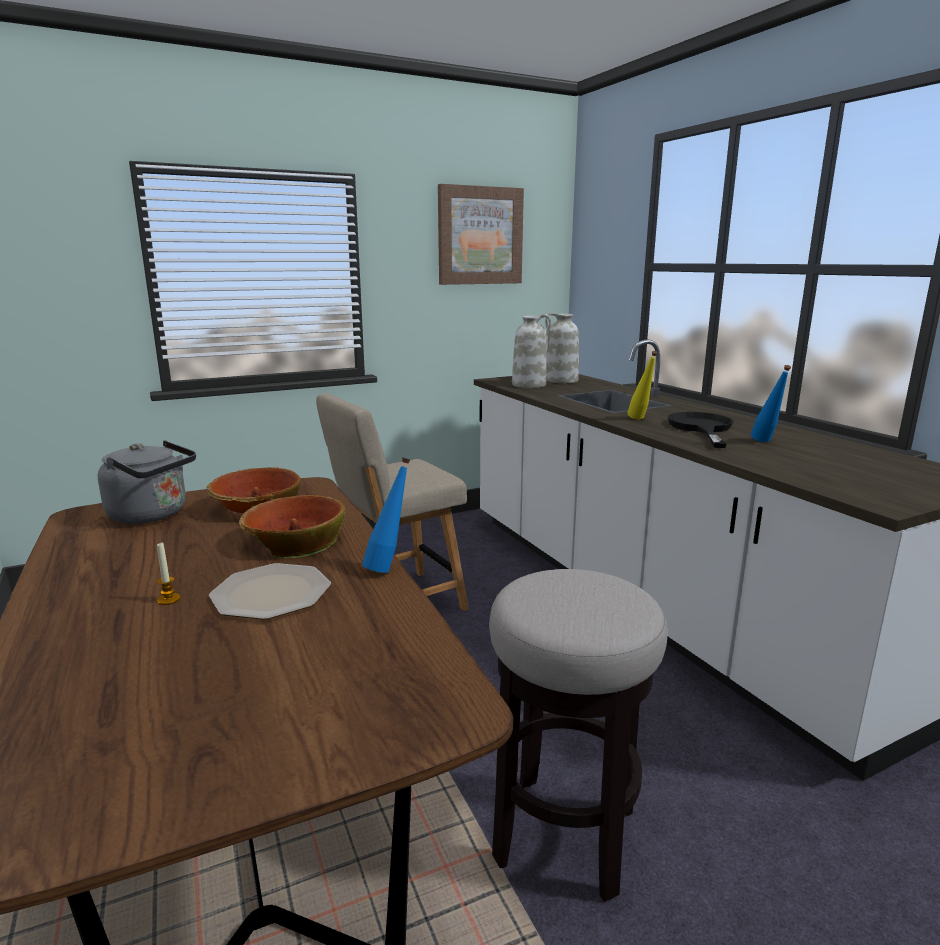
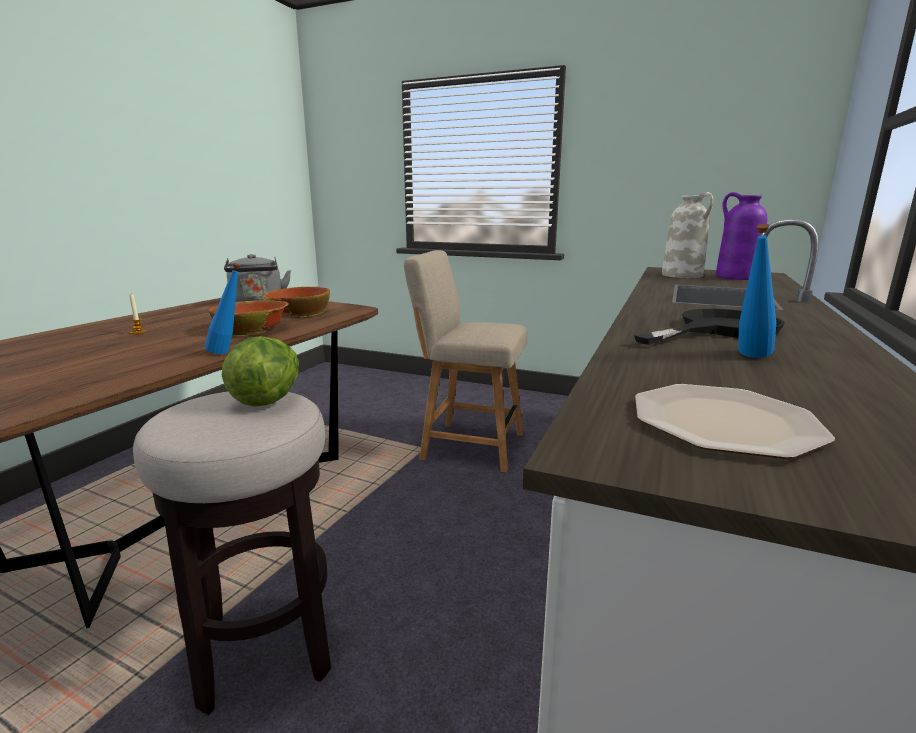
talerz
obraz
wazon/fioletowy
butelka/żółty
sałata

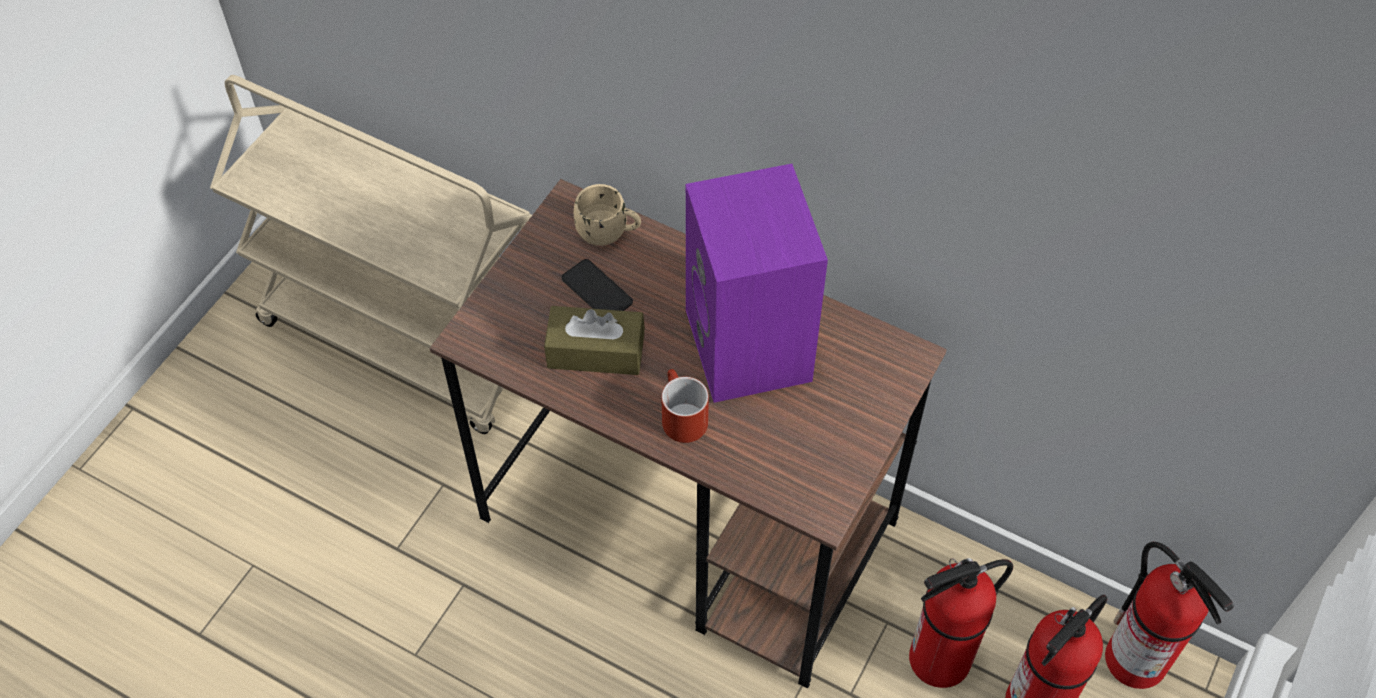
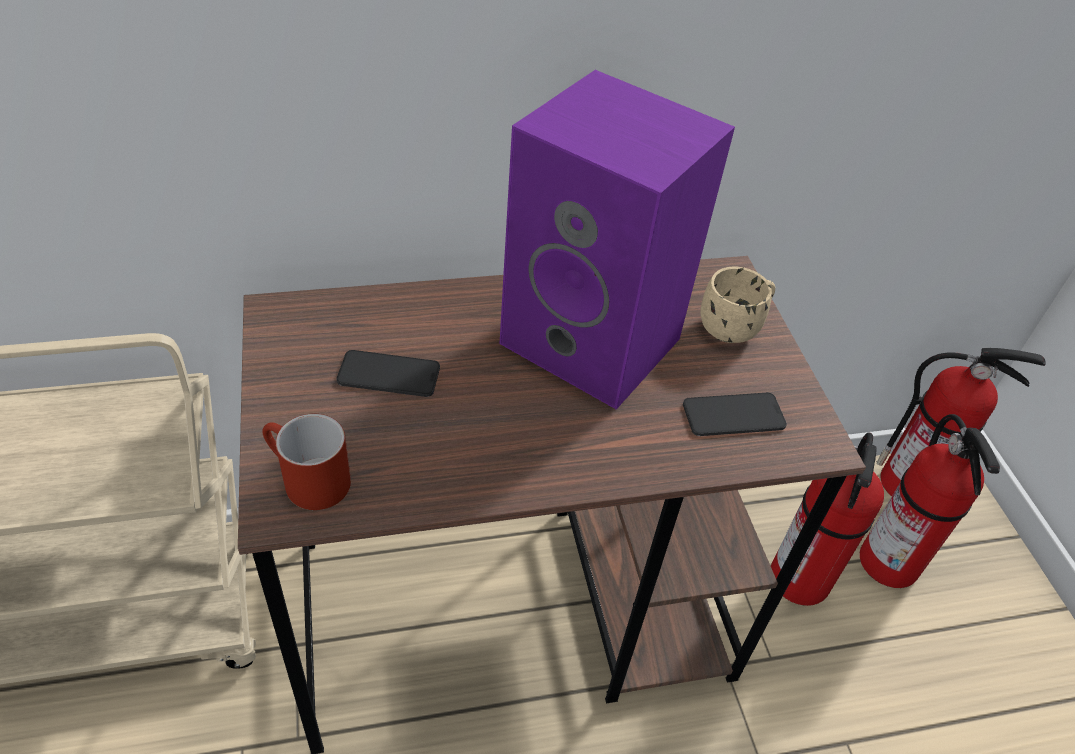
pudełko chusteczek/brązowy
kubek/beżowy
kubek/czerwony
telefon (no. 2 from left)

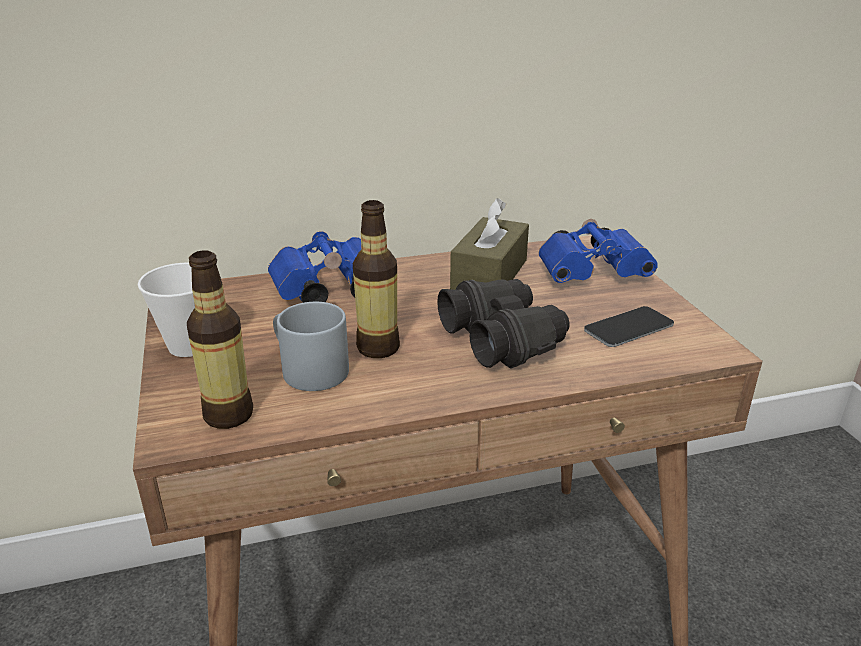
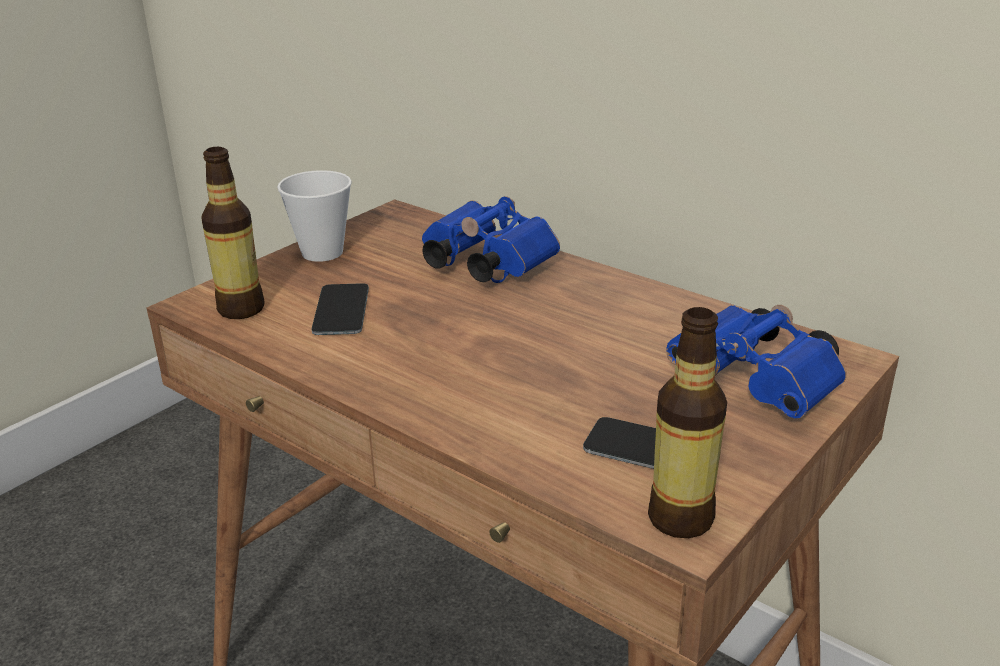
telefon (no. 1 from left)
butelka (no. 2 from left)
lornetka/czarny
pudełko chusteczek/brązowy

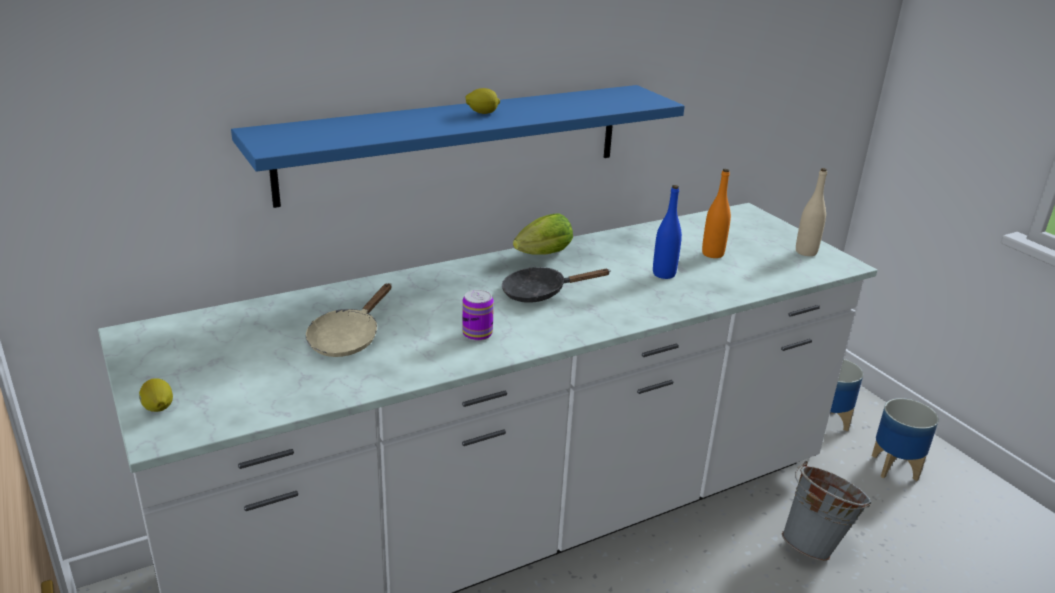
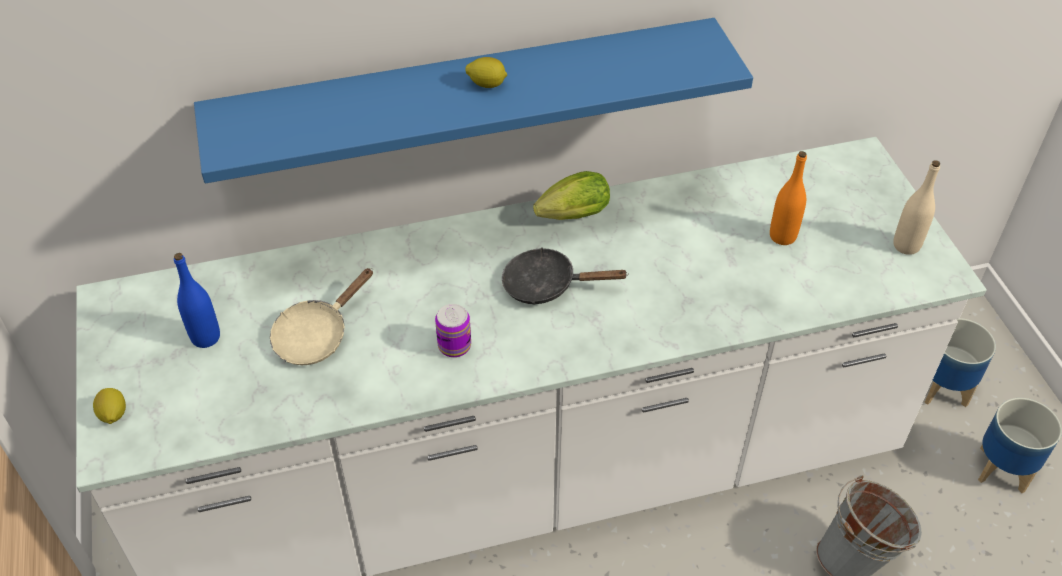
butelka/niebieski

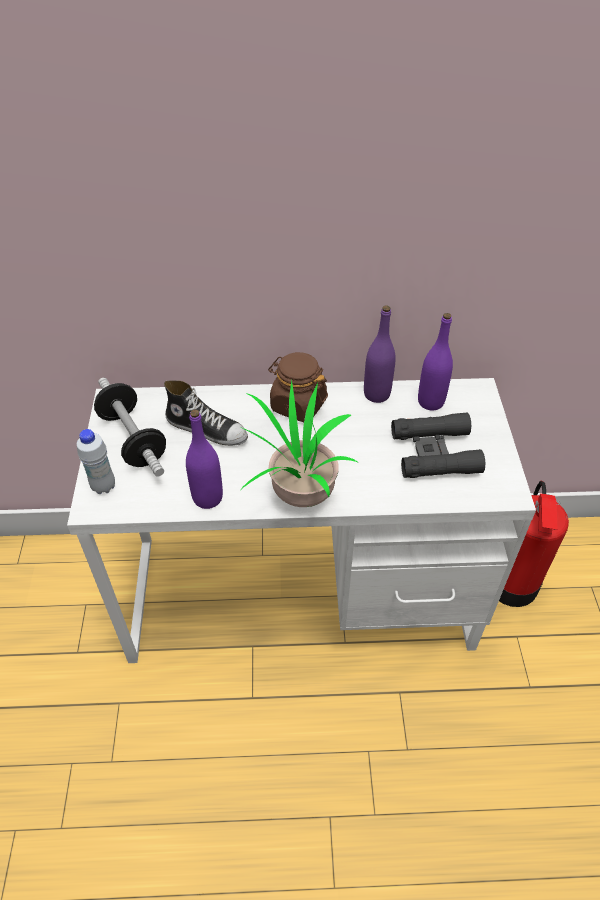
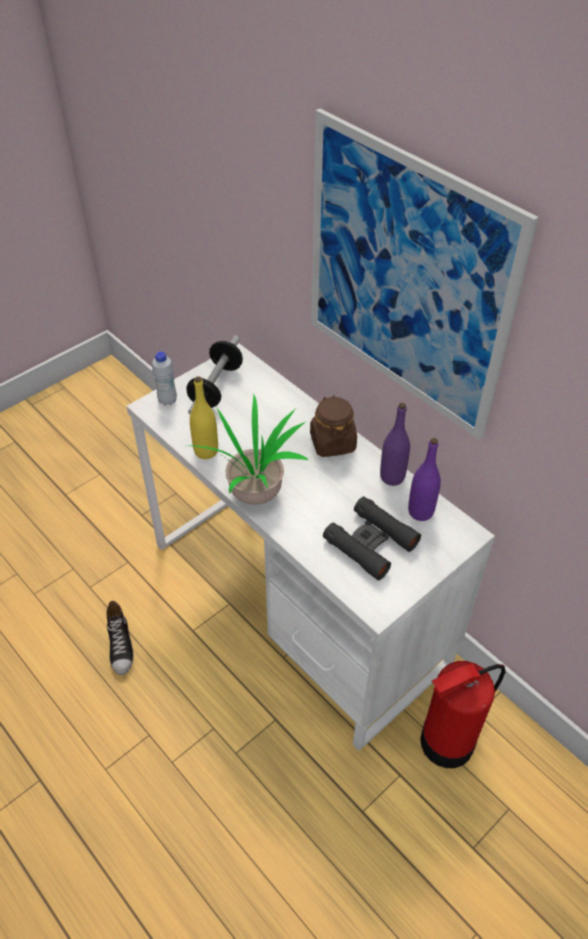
but
butelka/żółty
obraz

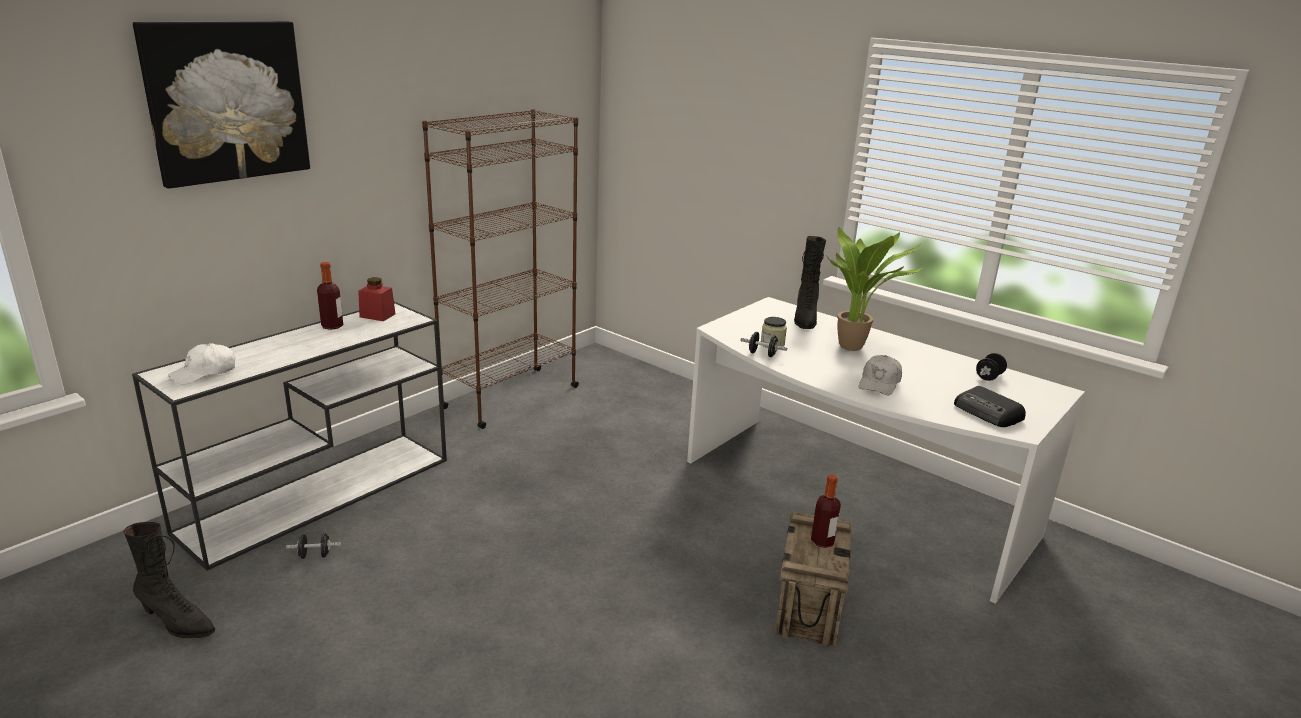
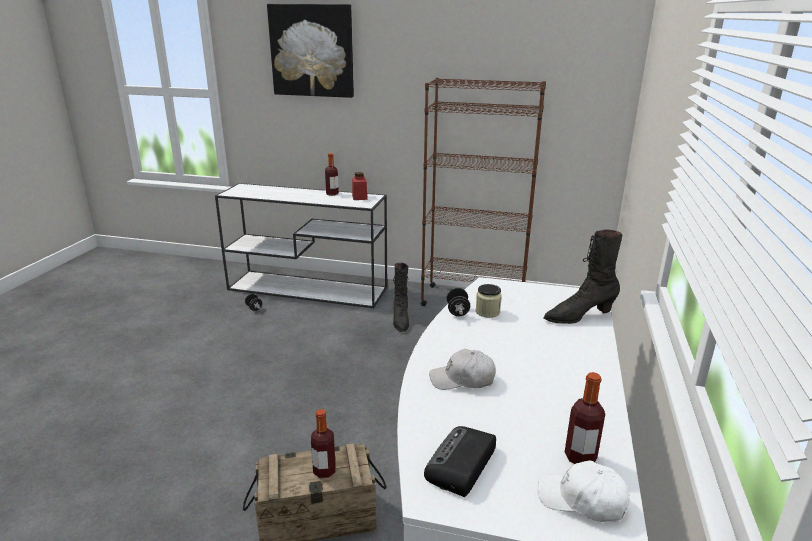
but z cholewką/czarny (no. 1 from left)
czapka z daszkiem/biały (no. 2 from left)
roślina doniczkowa
butelka (no. 3 from left)

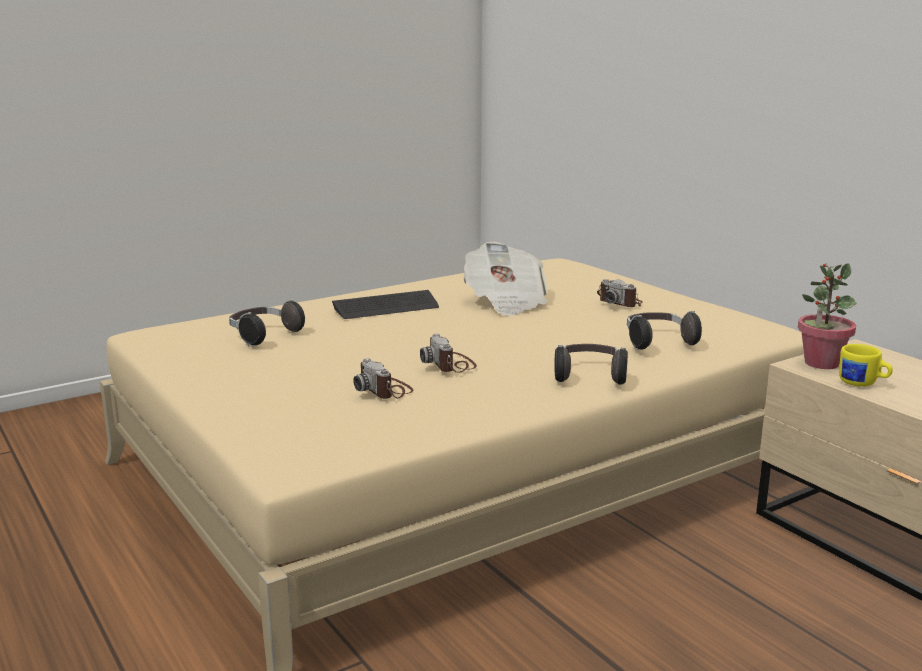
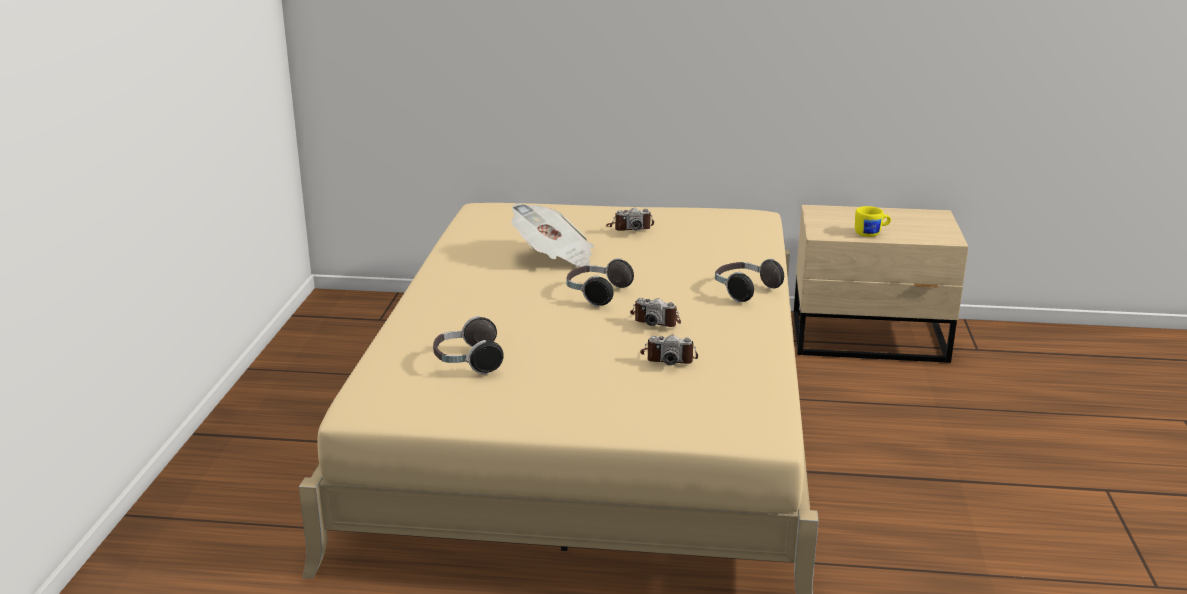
klawiatura
słuchawki (no. 2 from left)
roślina doniczkowa

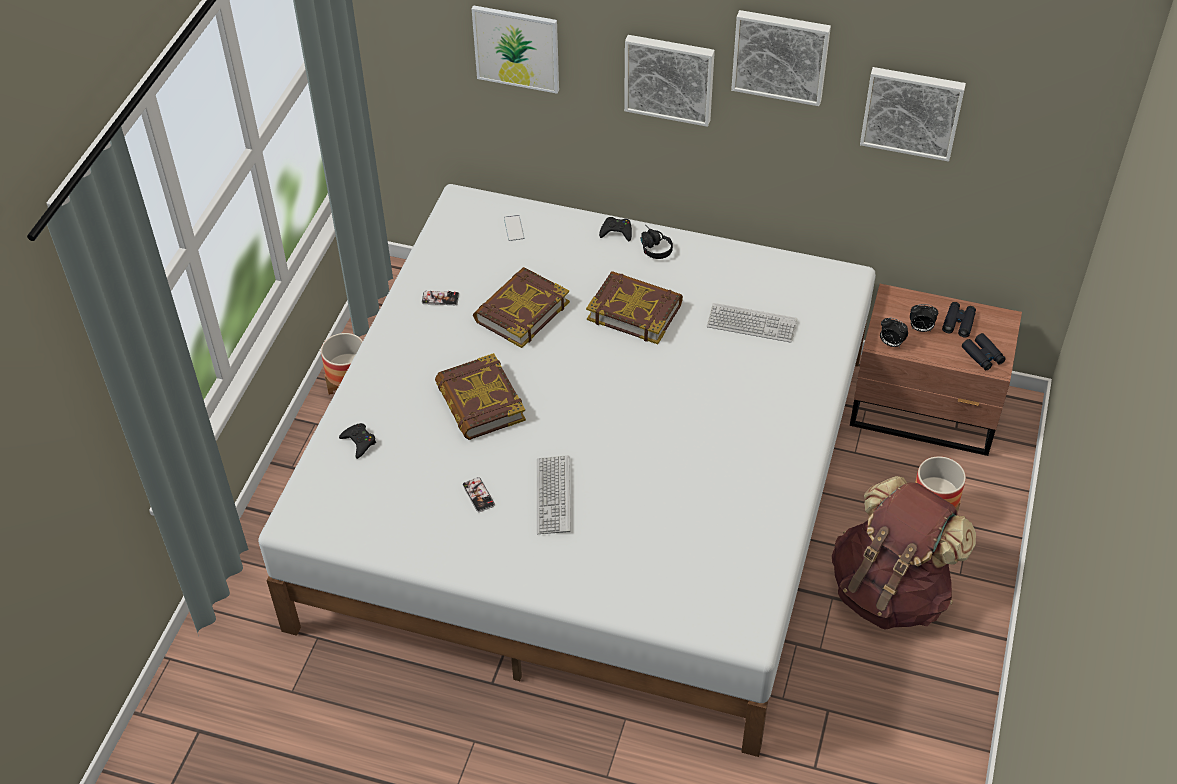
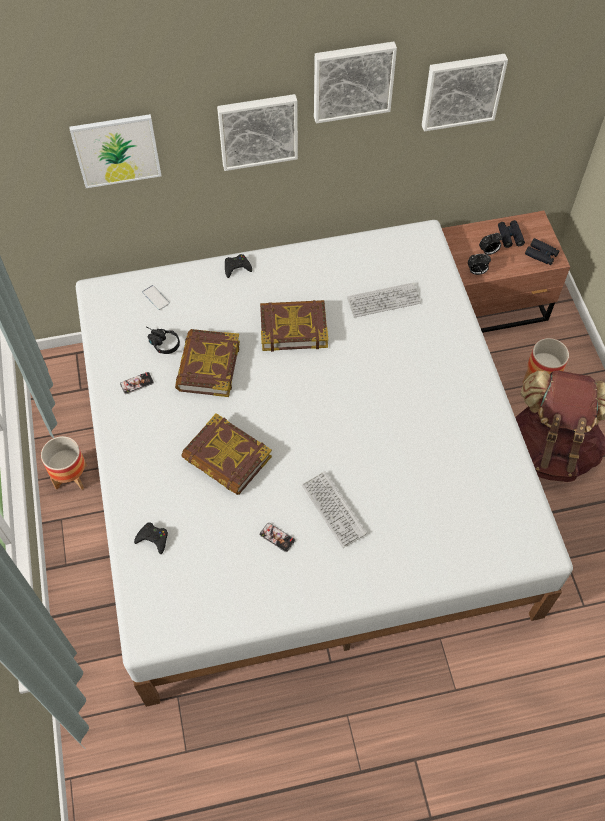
słuchawki/czarny

